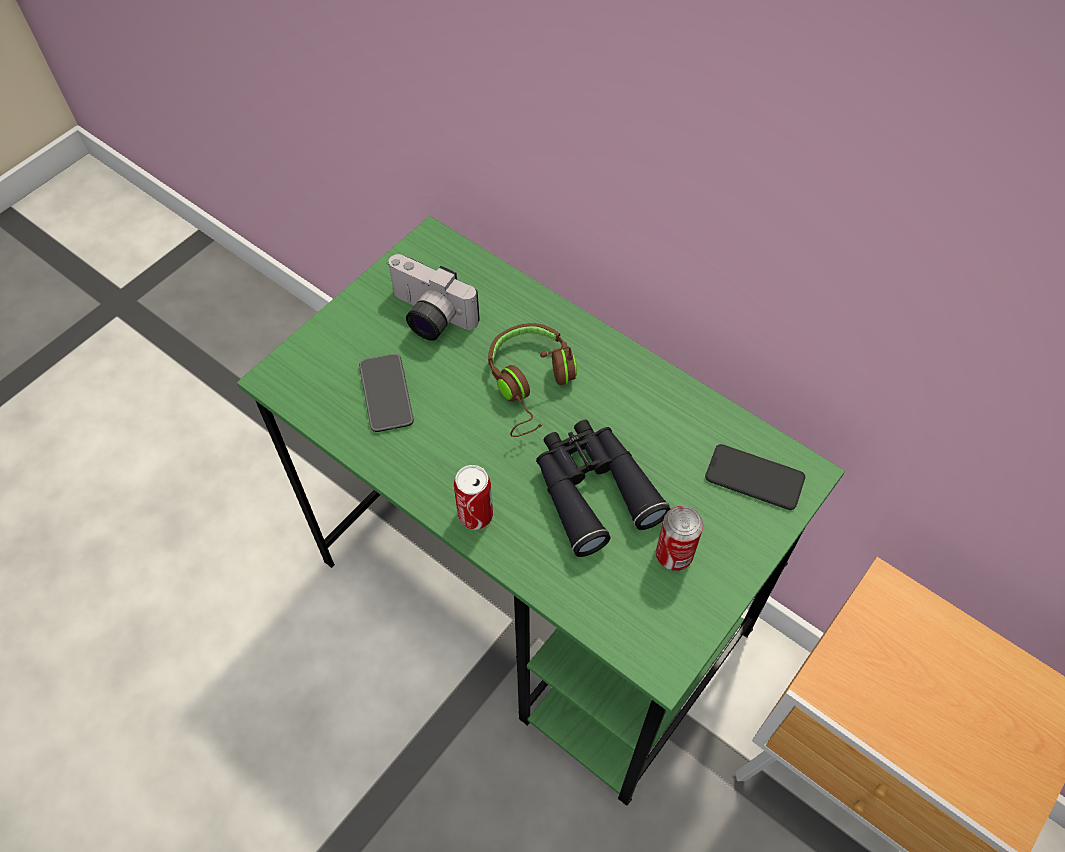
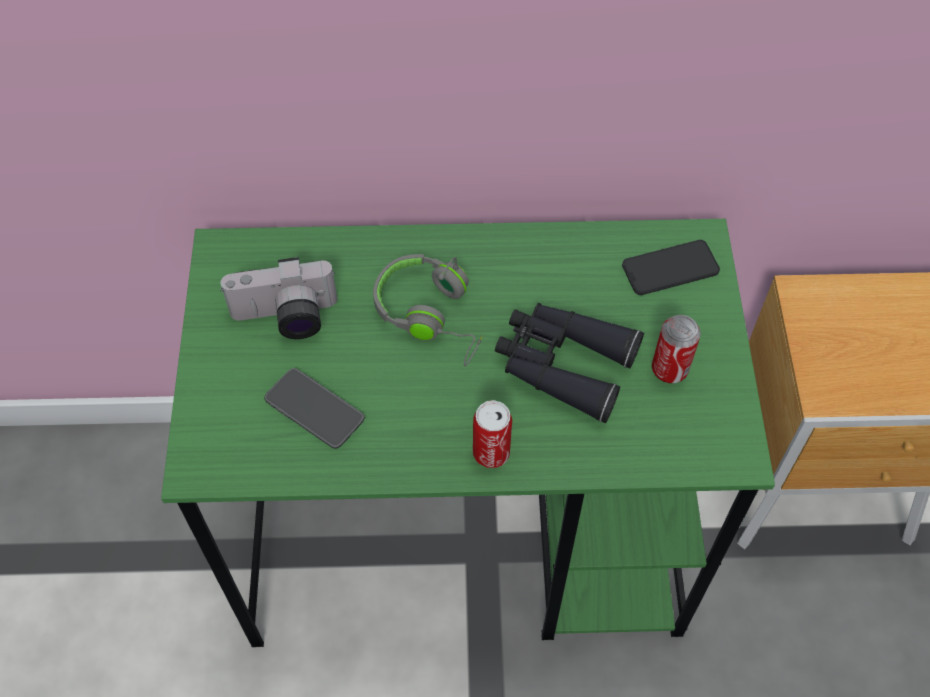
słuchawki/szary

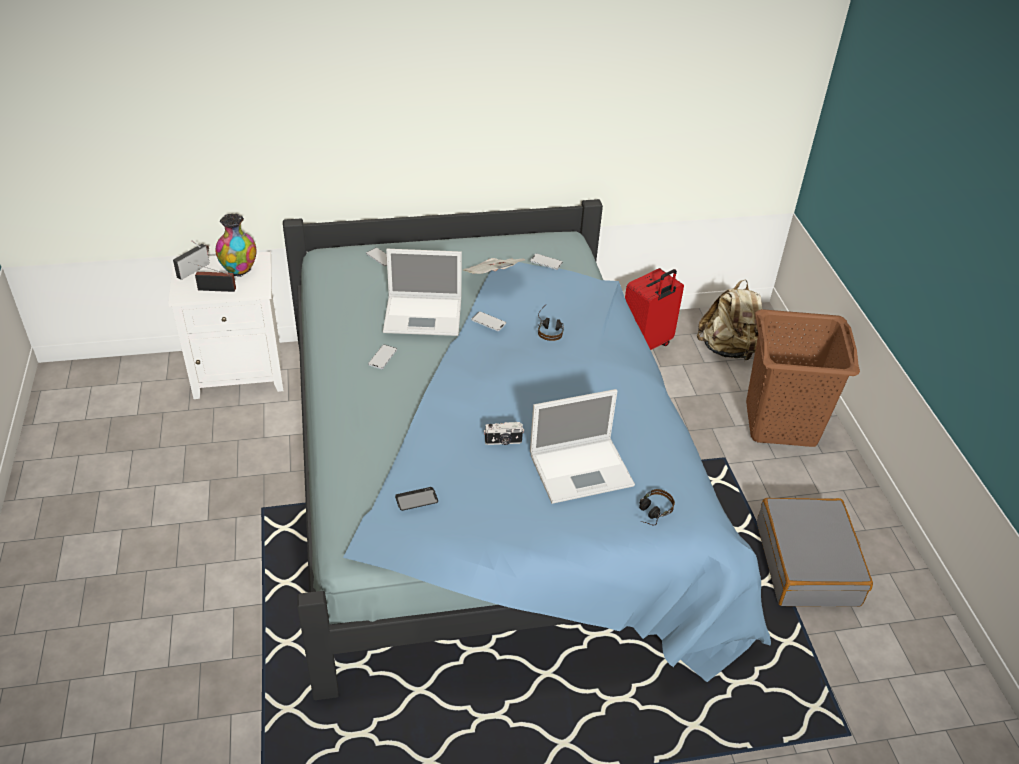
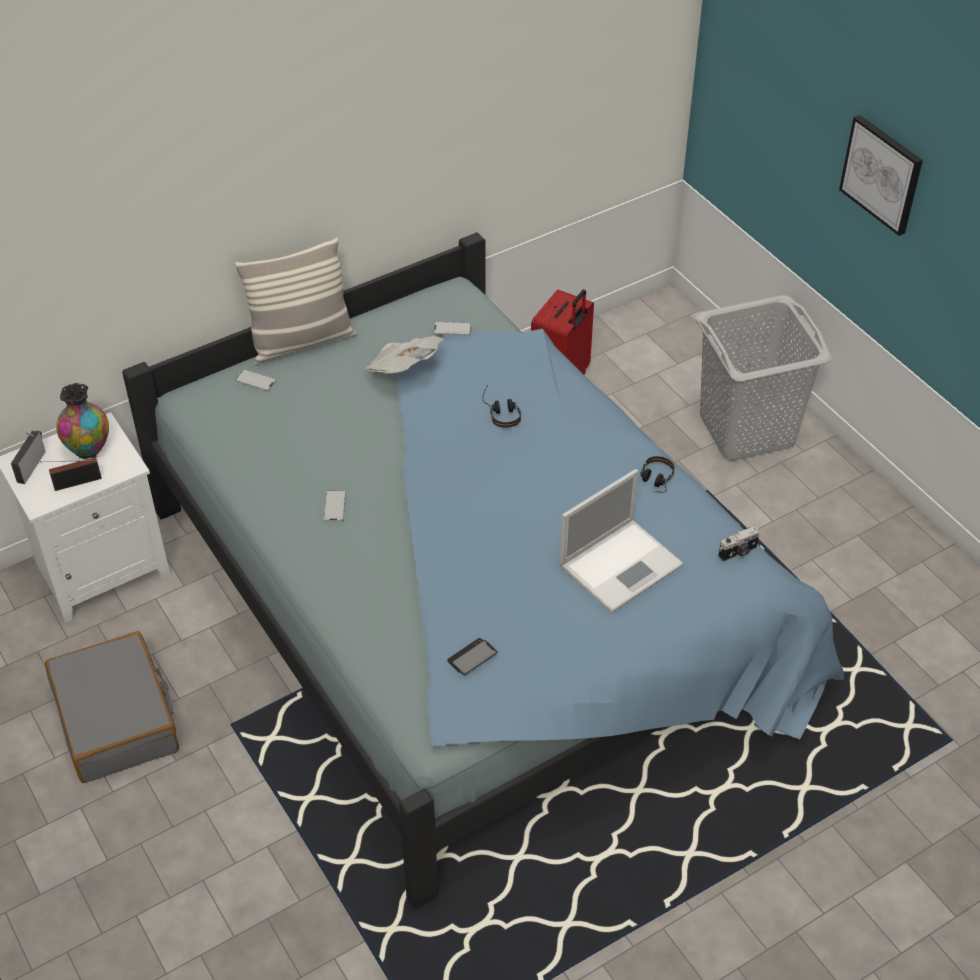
laptop (no. 1 from left in the first image)
telefon (no. 4 from left in the first image)
aparat fotograficzny
słuchawki (no. 2 from left)
plecak/beżowy
kosz na pranie/szary
walizka/szary
poduszka
obraz

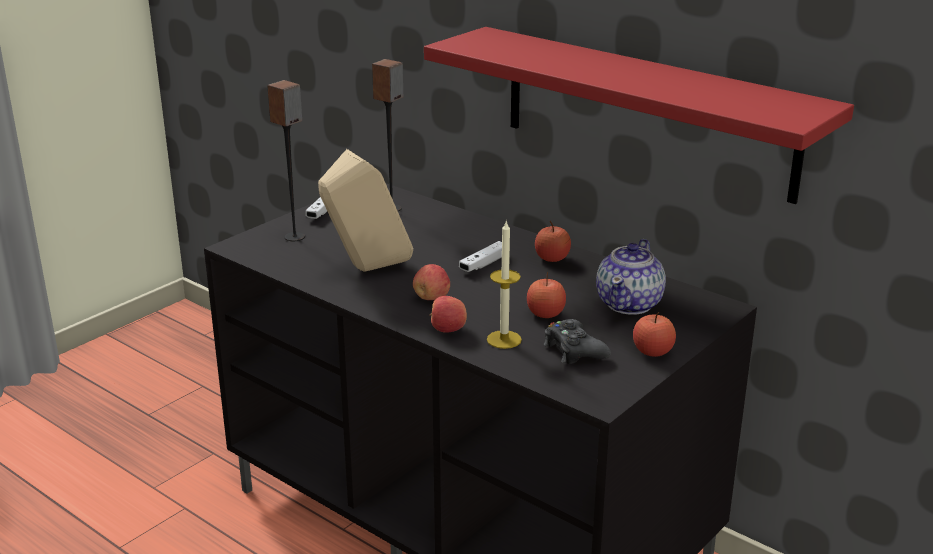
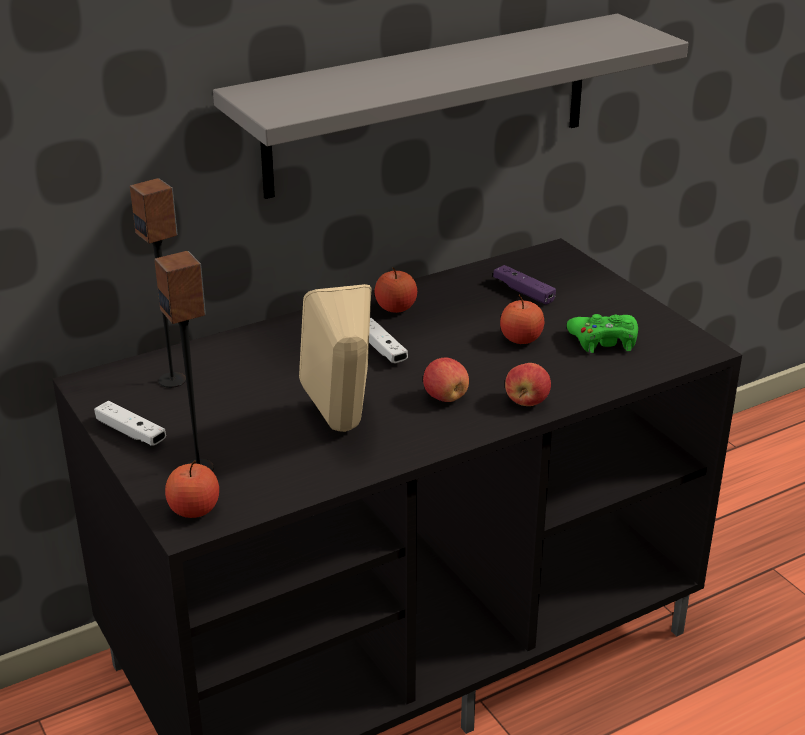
półka/szary
świeca
pad do gier/zielony
pad do gier/fioletowy
jabłko (no. 1 from left)

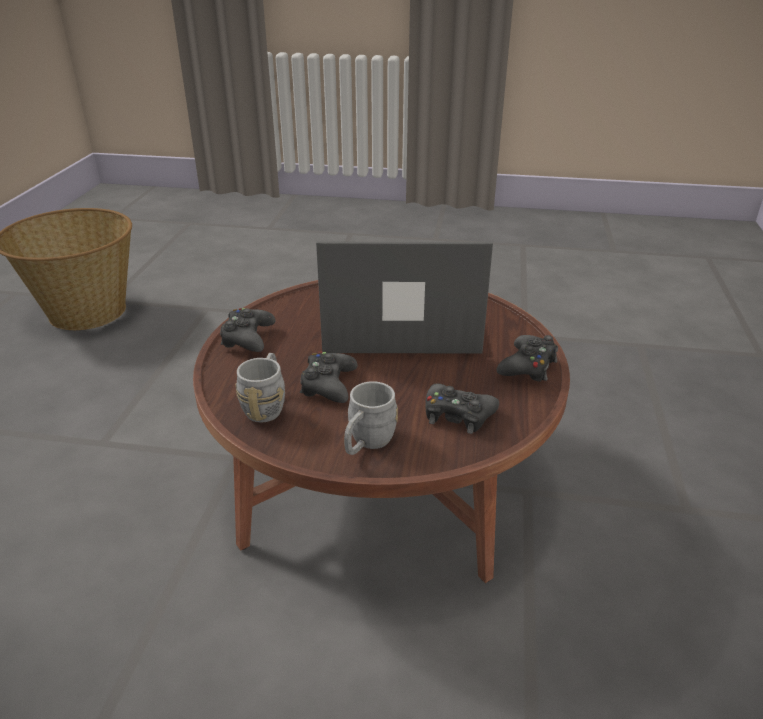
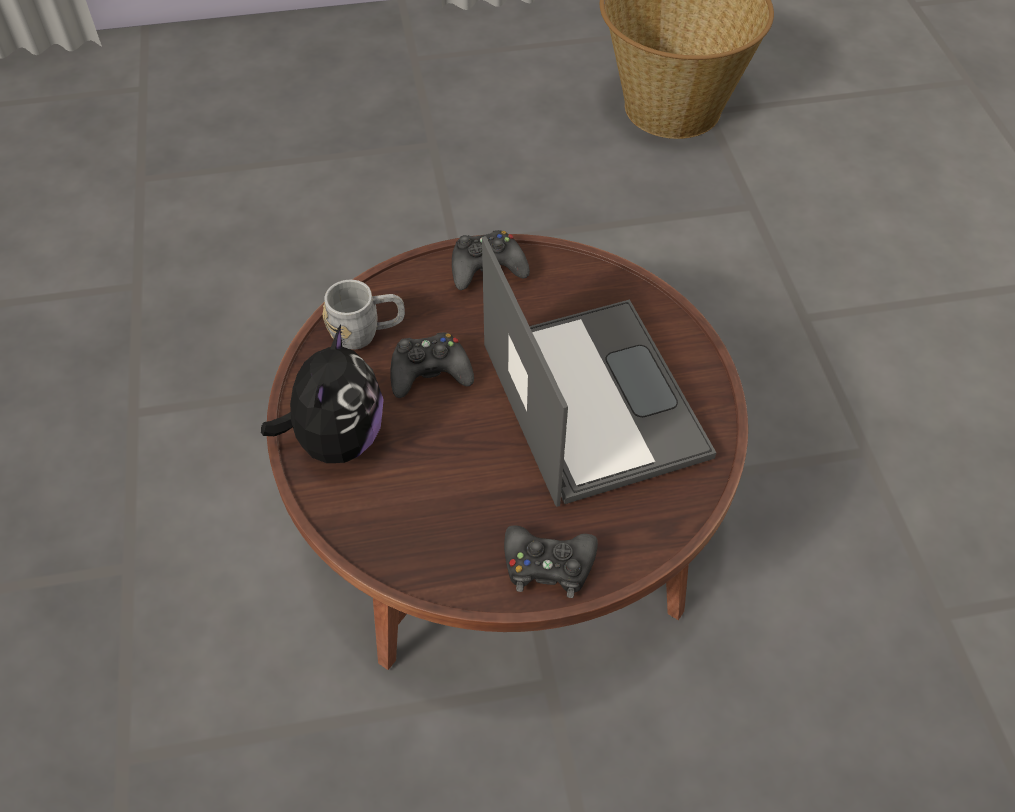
pluszak
pad do gier/czarny (no. 3 from left in the first image)

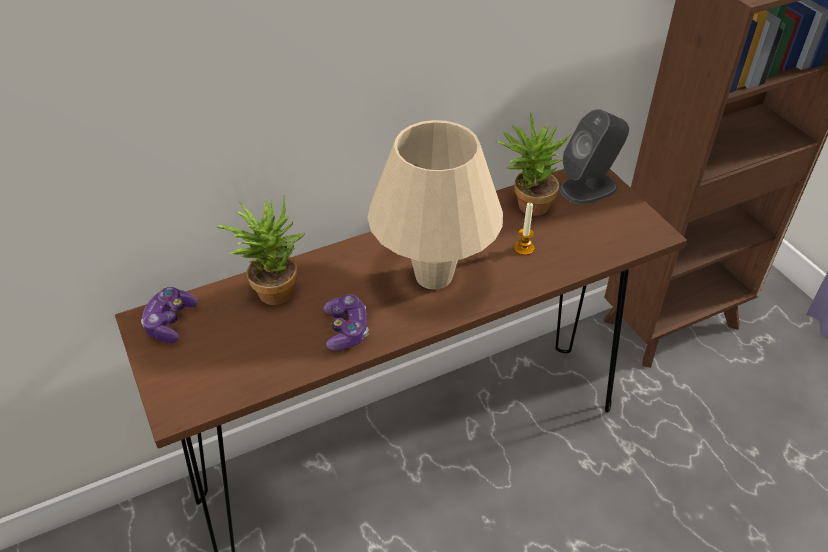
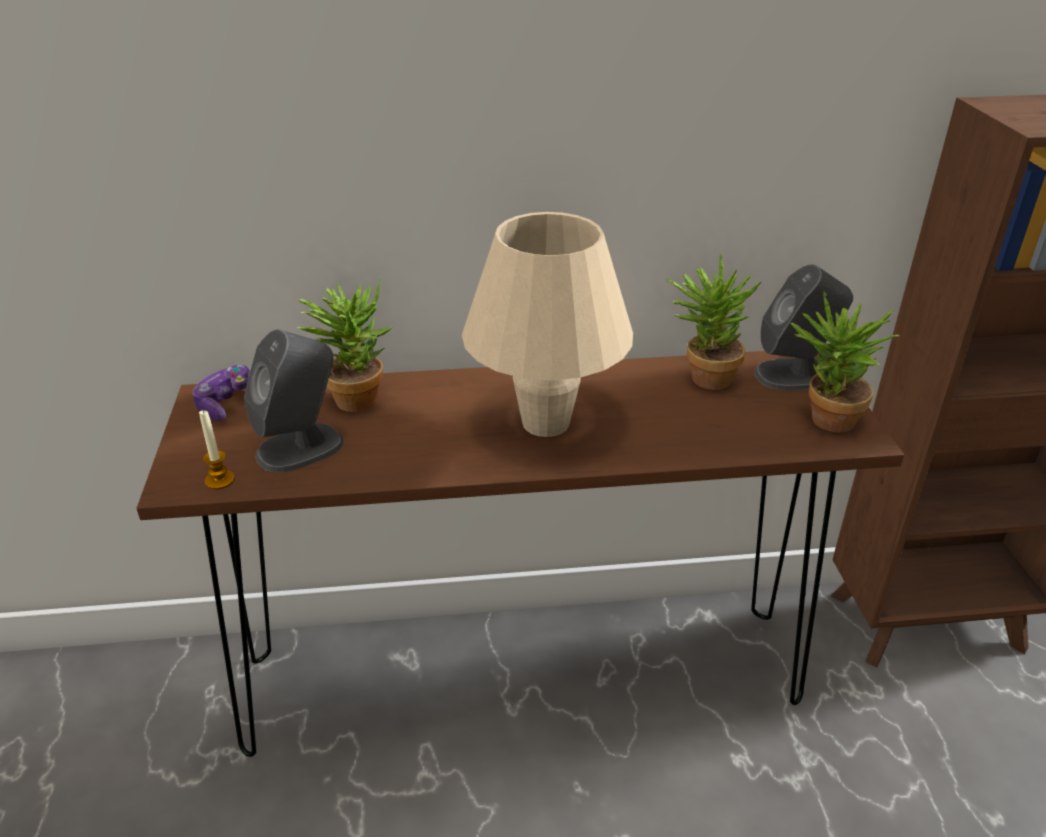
pad do gier (no. 2 from left in the first image)
świeca
głośnik/szary (no. 1 from left)
roślina doniczkowa (no. 3 from left)

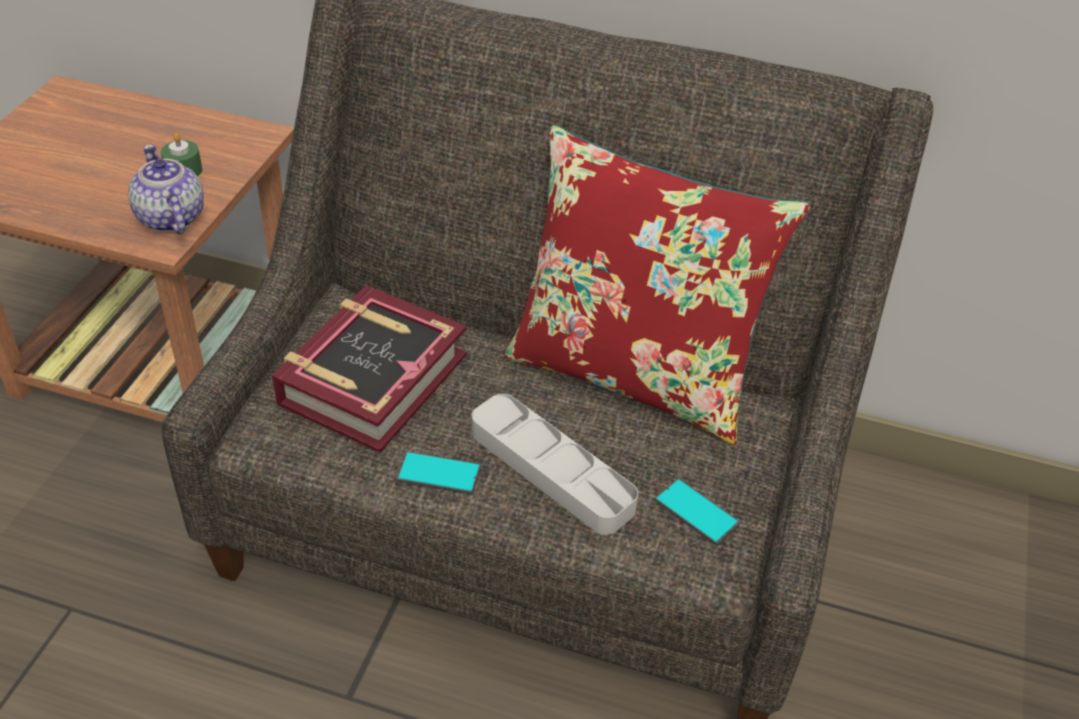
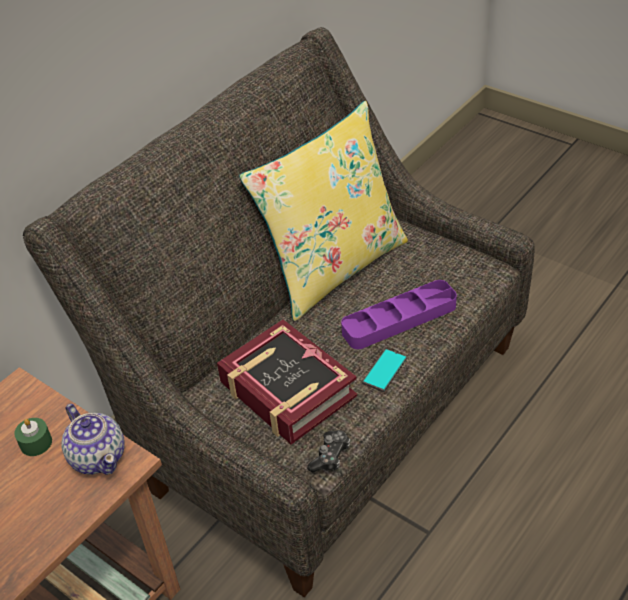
imbryk
taca/fioletowy
poduszka/żółty
telefon (no. 2 from left in the first image)
pad do gier

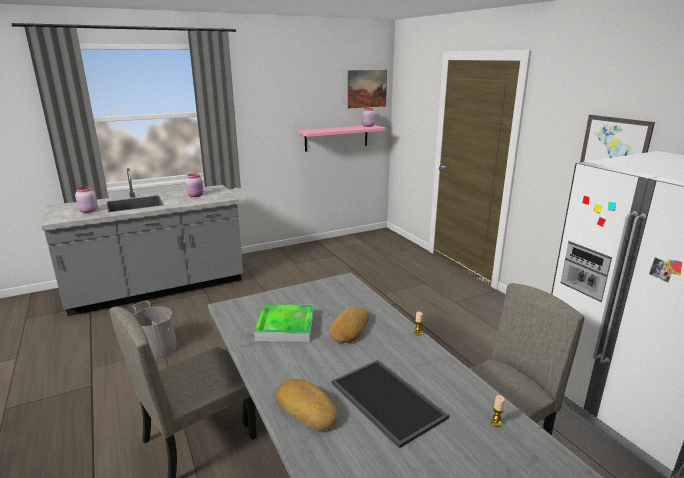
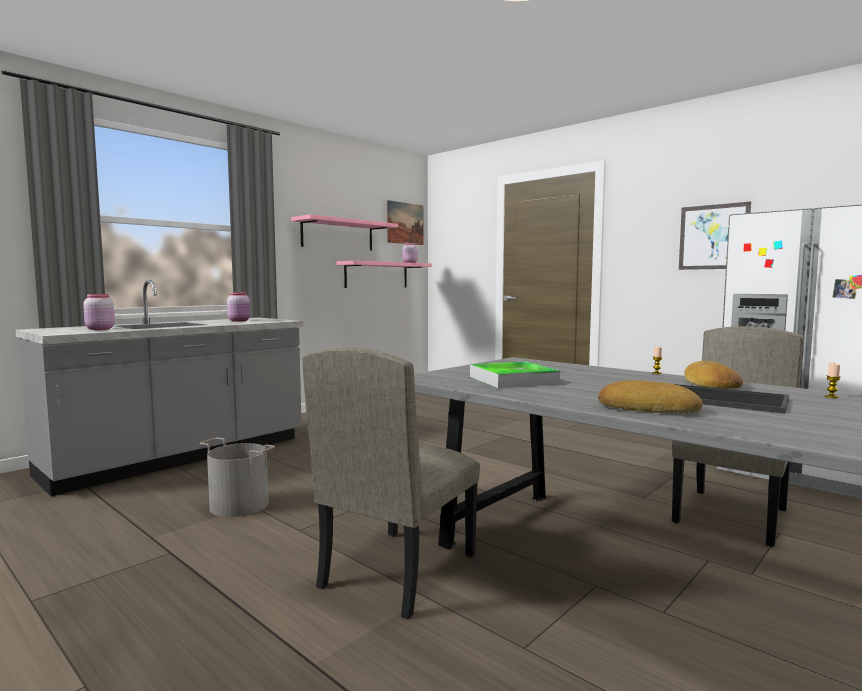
chleb (no. 2 from left)
półka/różowy (no. 1 from left)

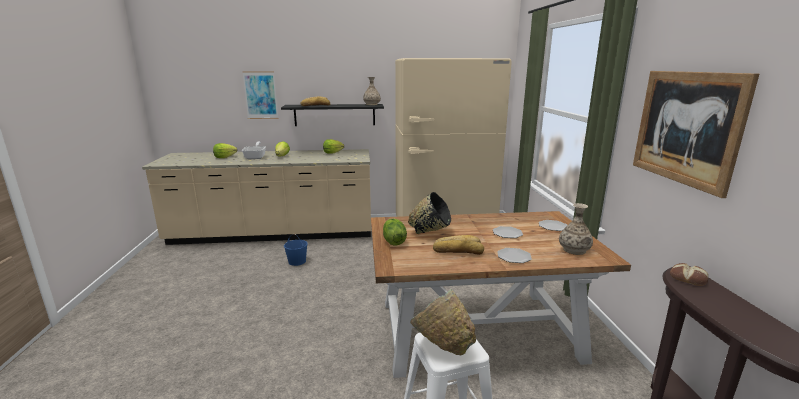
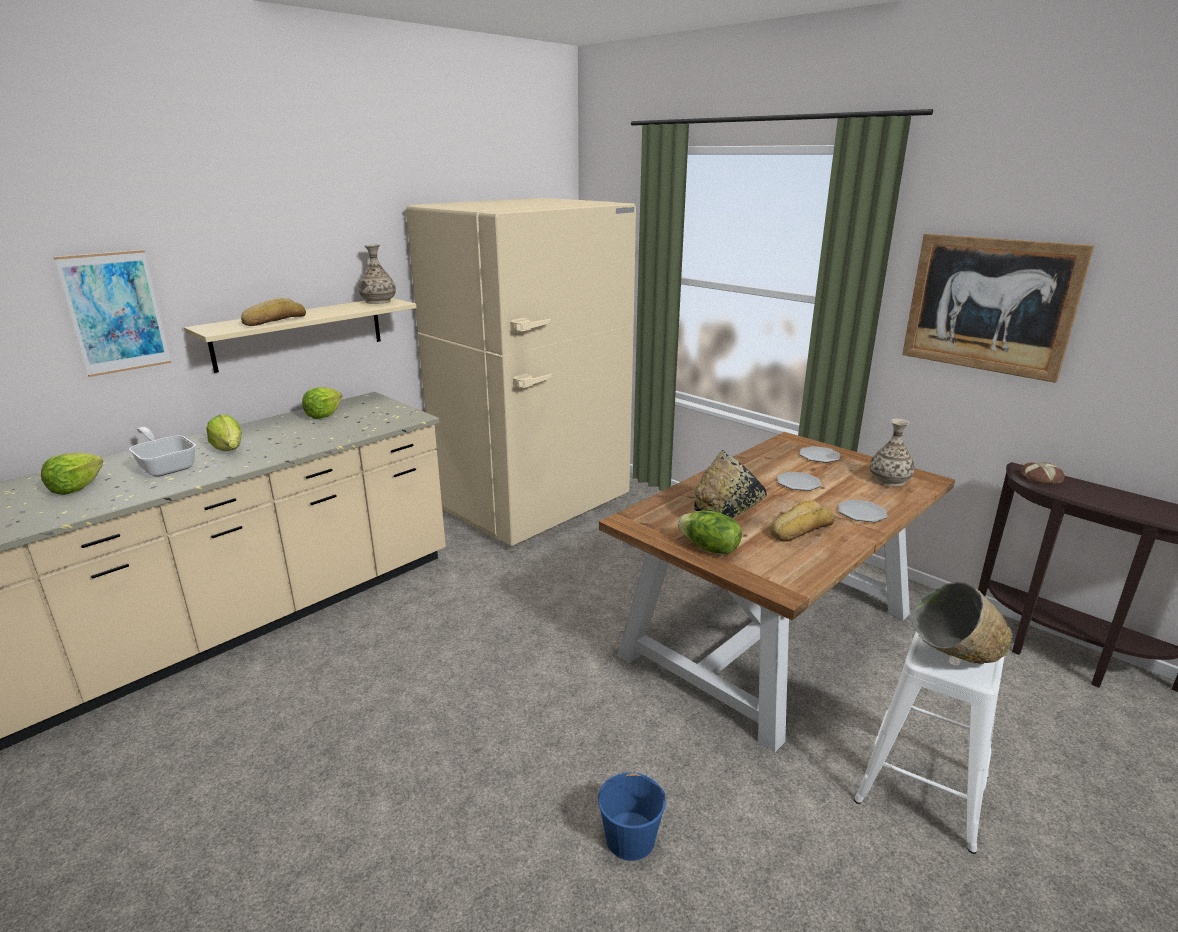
półka/beżowy
wiadro/niebieski

